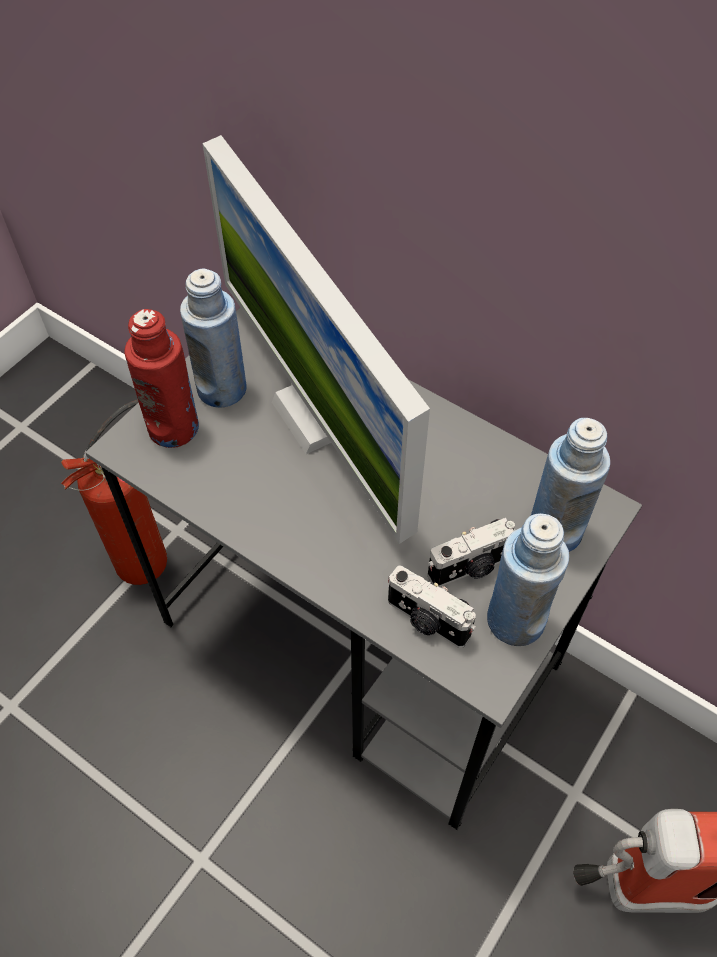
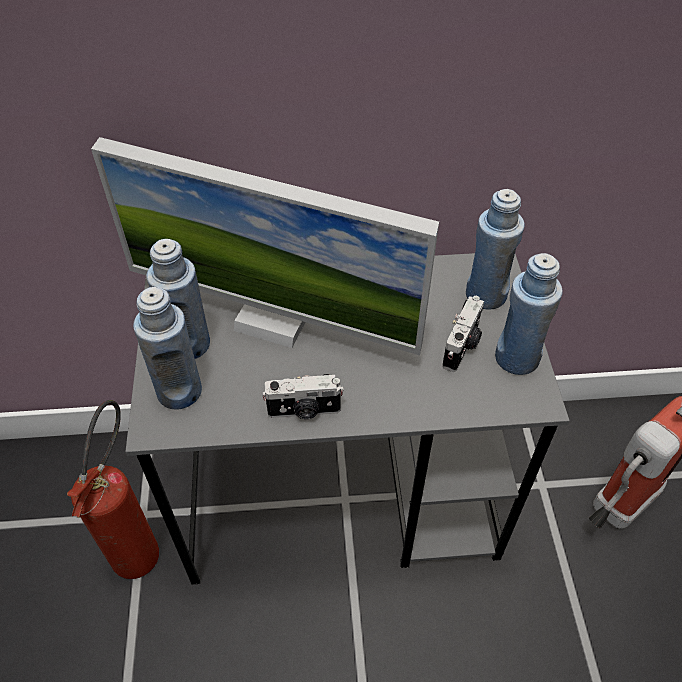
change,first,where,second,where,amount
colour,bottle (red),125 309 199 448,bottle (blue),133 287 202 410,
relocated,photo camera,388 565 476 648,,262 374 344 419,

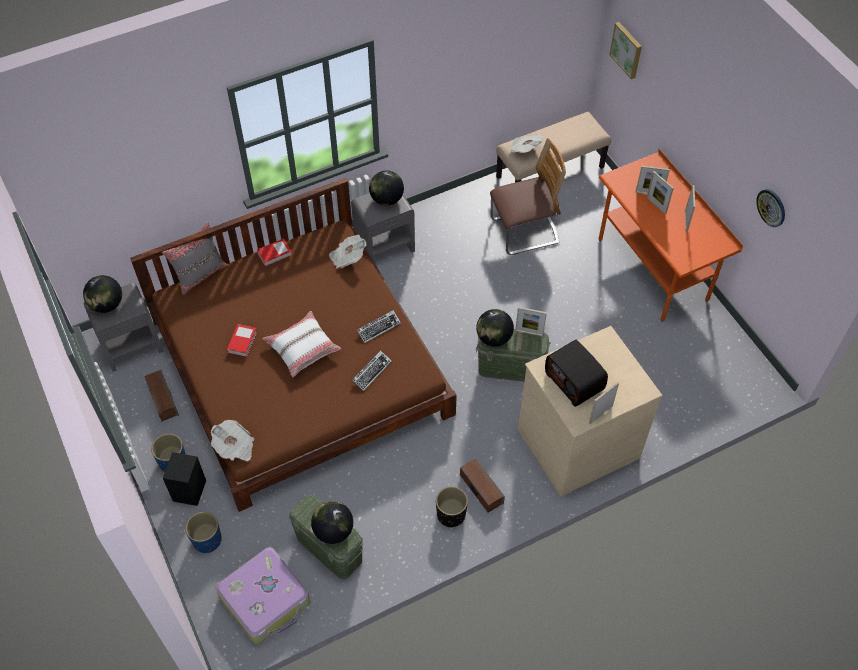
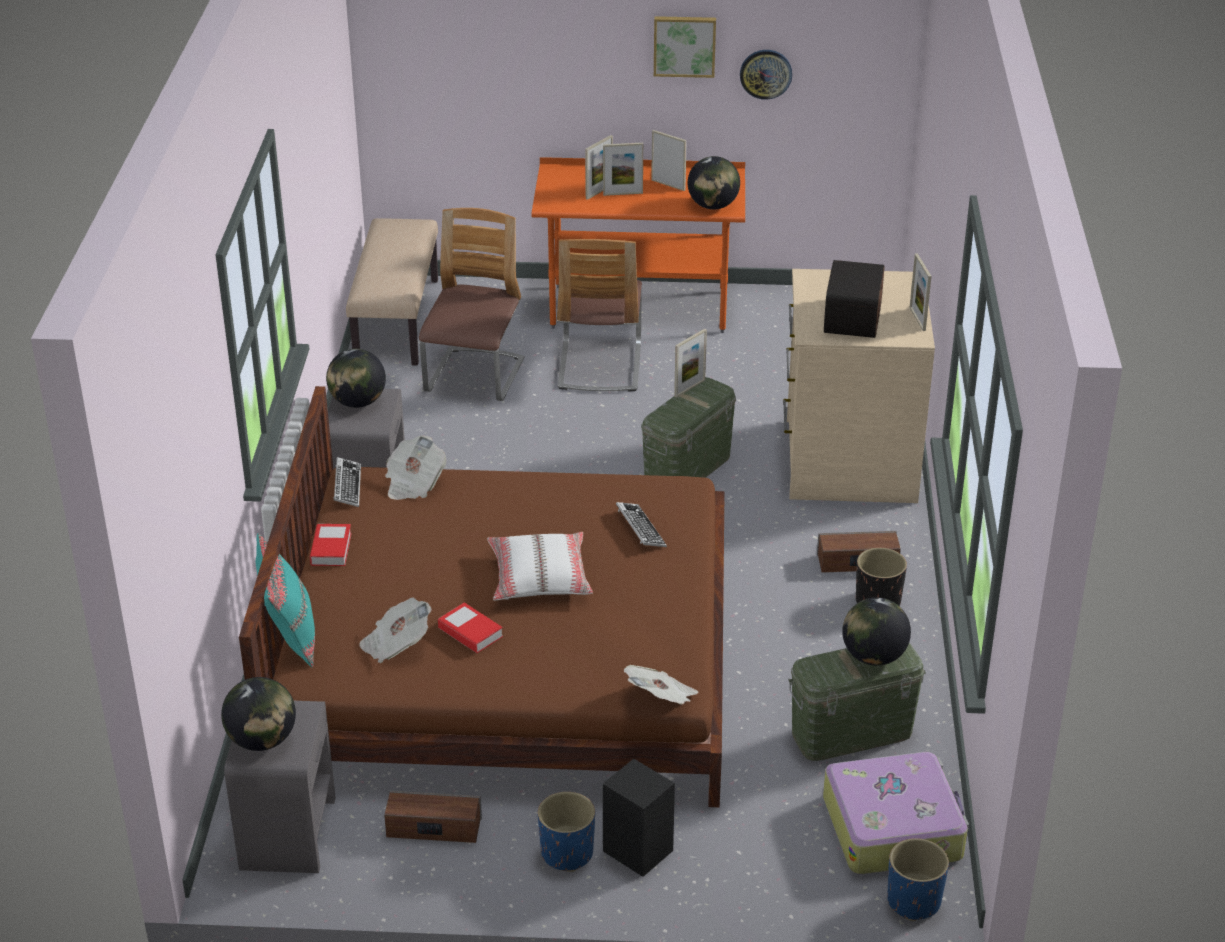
change,first,where,second,where,amount
relocated,picture,609 22 642 79,,654 16 716 78,
relocated,newspaper,508 134 544 153,,359 598 432 663,
colour,pillow (grey),162 222 227 295,pillow (turquoise),256 533 315 667,
relocated,globe,476 309 514 347,,688 156 740 209,
relocated,keyboard,357 310 401 343,,333 457 361 507,
spun,radio,545 339 608 407,,824 260 885 338,105 degrees clockwise
relocated,planter (blue),185 512 222 553,,887 838 949 921,
appeared,,,chair,557 239 642 392,

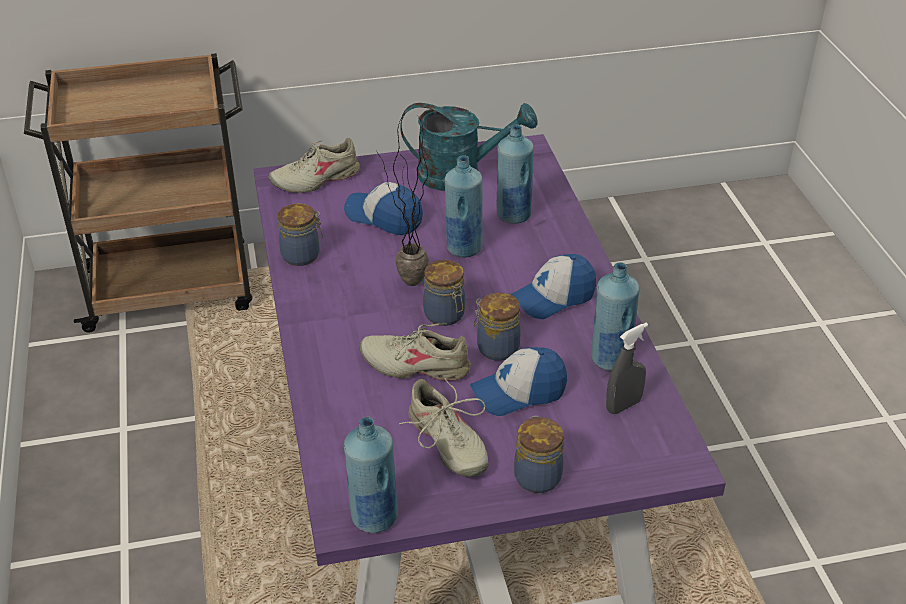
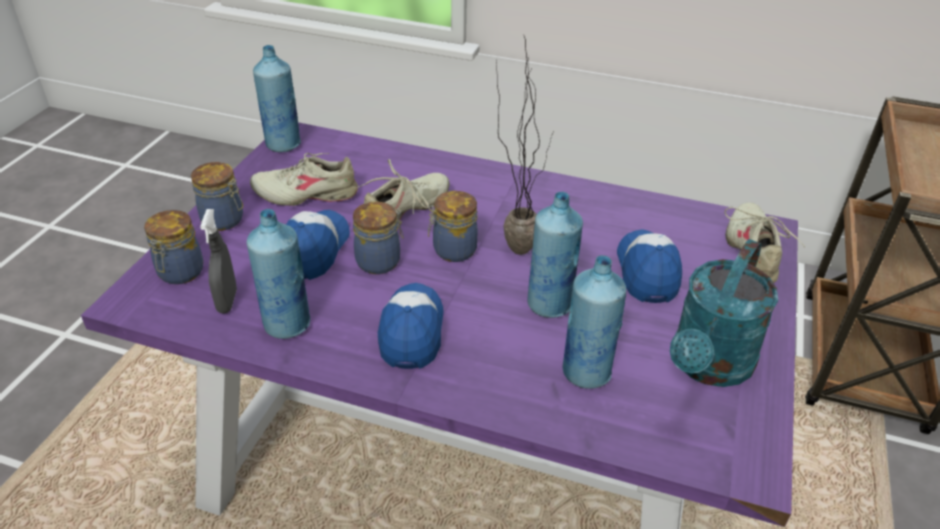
change,first,where,second,where,amount
spun,cap,344 182 423 235,,617 229 682 303,60 degrees counterclockwise
relocated,jar,278 203 323 266,,144 210 203 284,

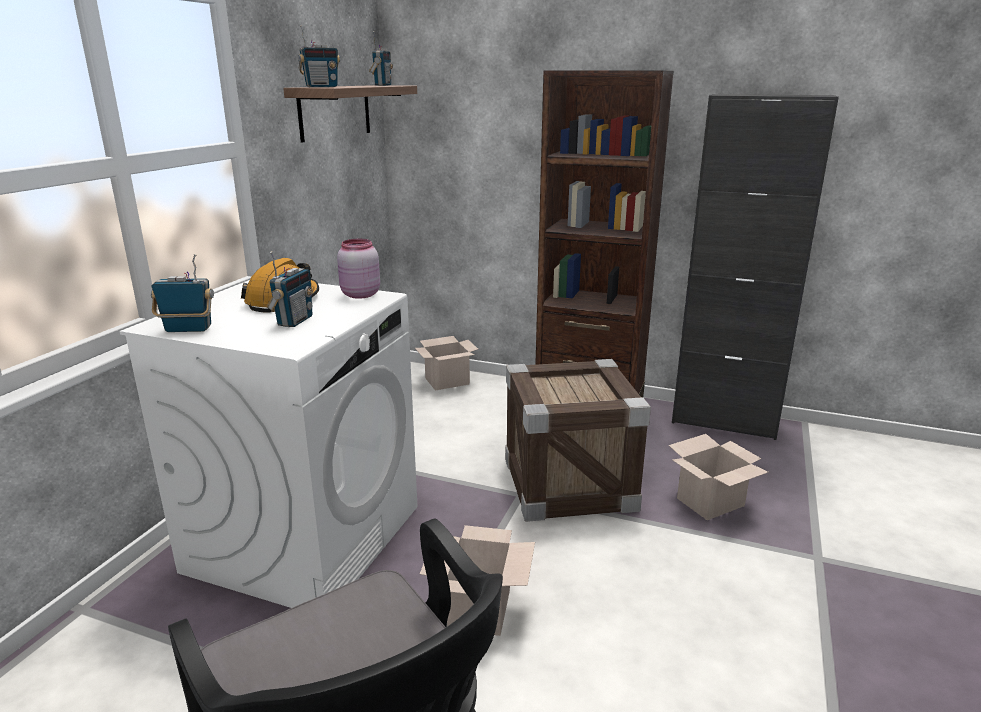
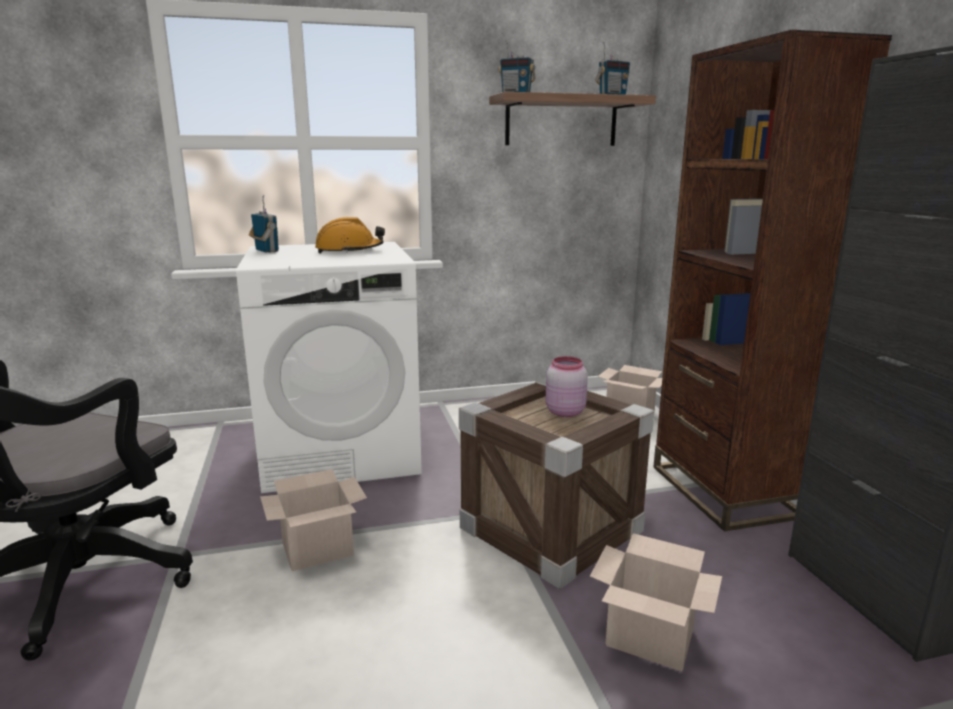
change,first,where,second,where,amount
relocated,jar (pink),337 239 380 299,,545 356 588 417,
missing,radio,267 251 313 327,,,

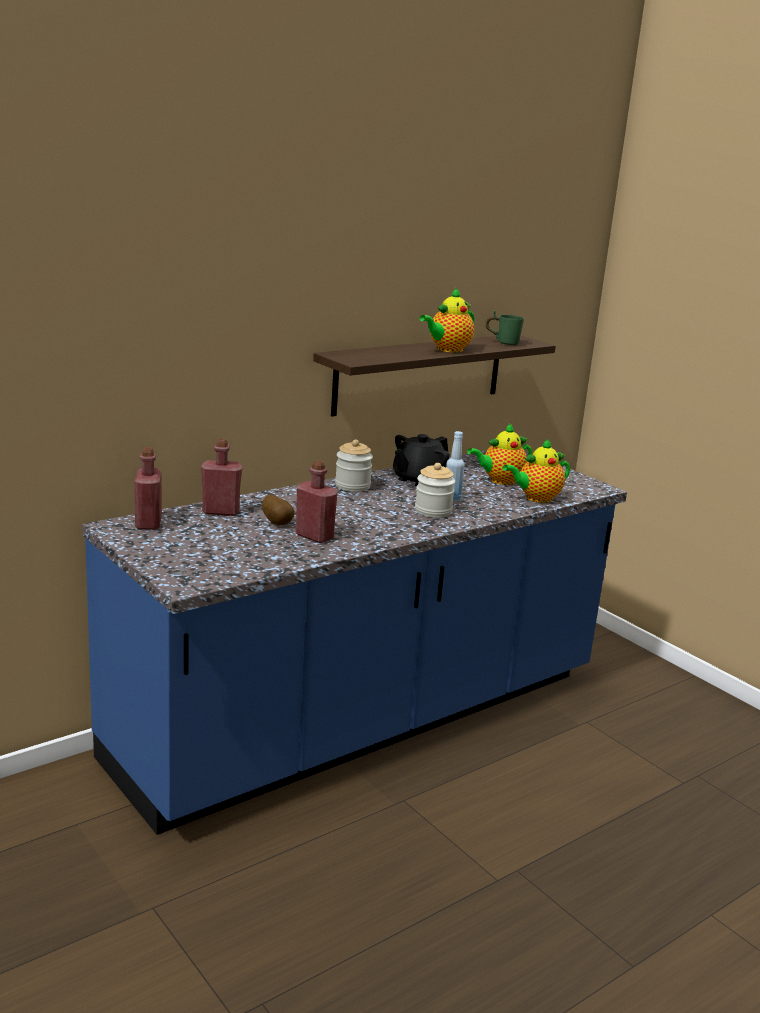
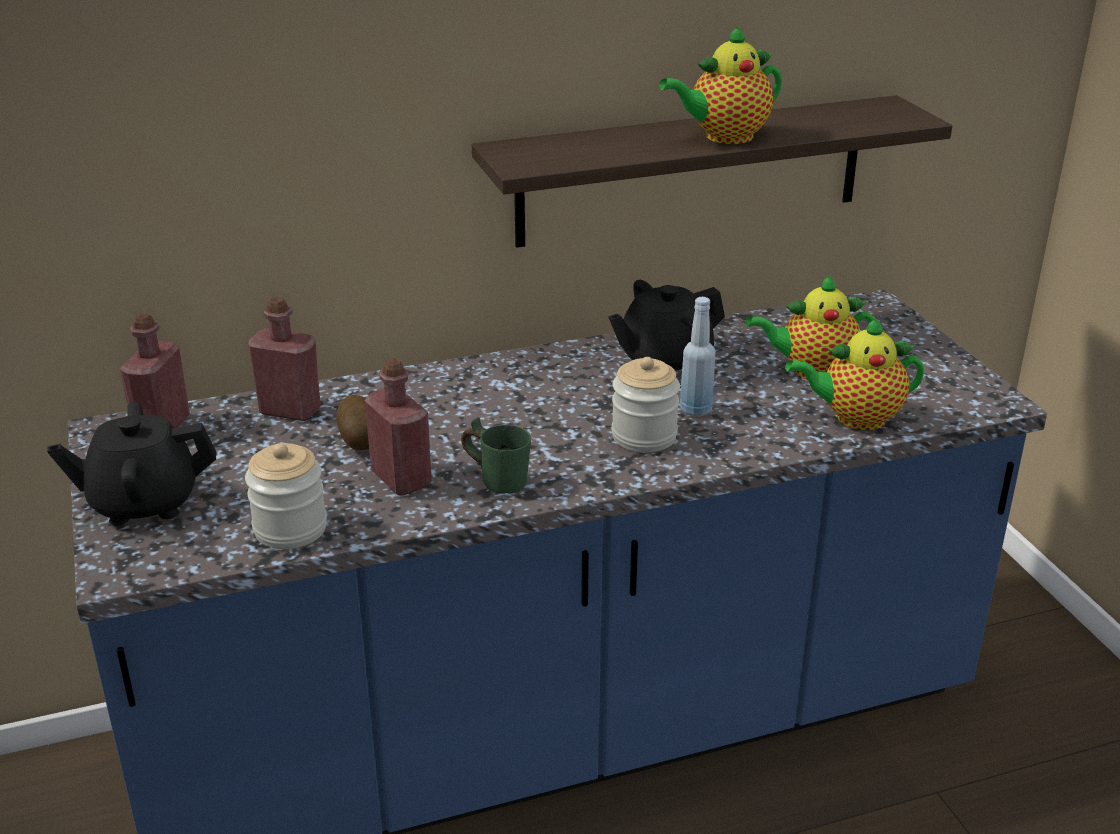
change,first,where,second,where,amount
relocated,mug (green),485 311 524 345,,461 417 531 494,
relocated,jar,335 439 373 492,,245 443 327 549,
appeared,,,teapot (black),47 402 216 526,

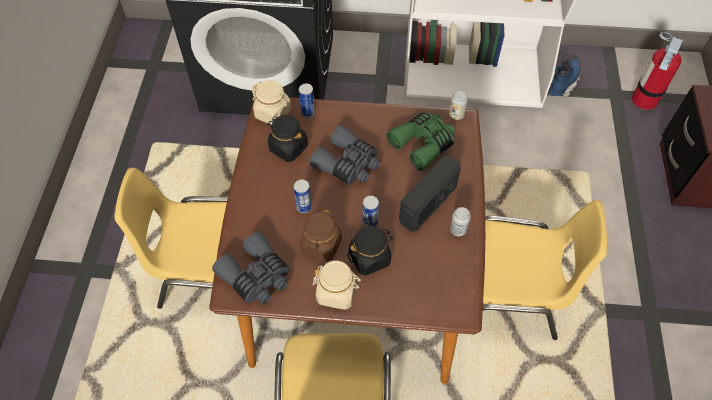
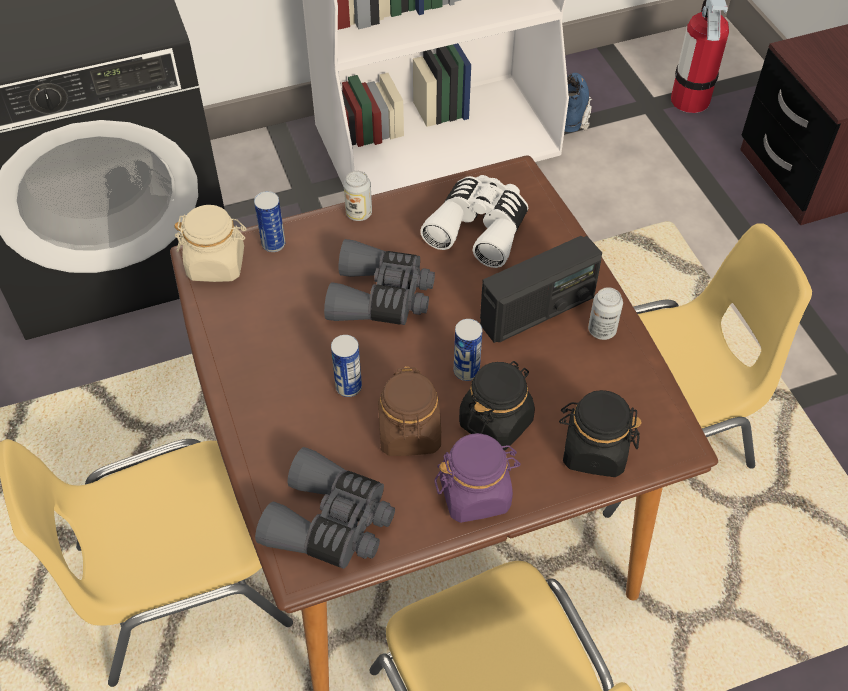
change,first,where,second,where,amount
relocated,can,449 91 468 120,,344 171 372 221,
colour,binoculars (green),386 112 455 171,binoculars (white),420 175 528 268,
relocated,jar (black),268 115 308 162,,559 390 642 477,
spun,radio,399 155 461 232,,480 236 602 343,45 degrees clockwise
colour,jar (beige),312 261 361 310,jar (purple),434 433 521 523,

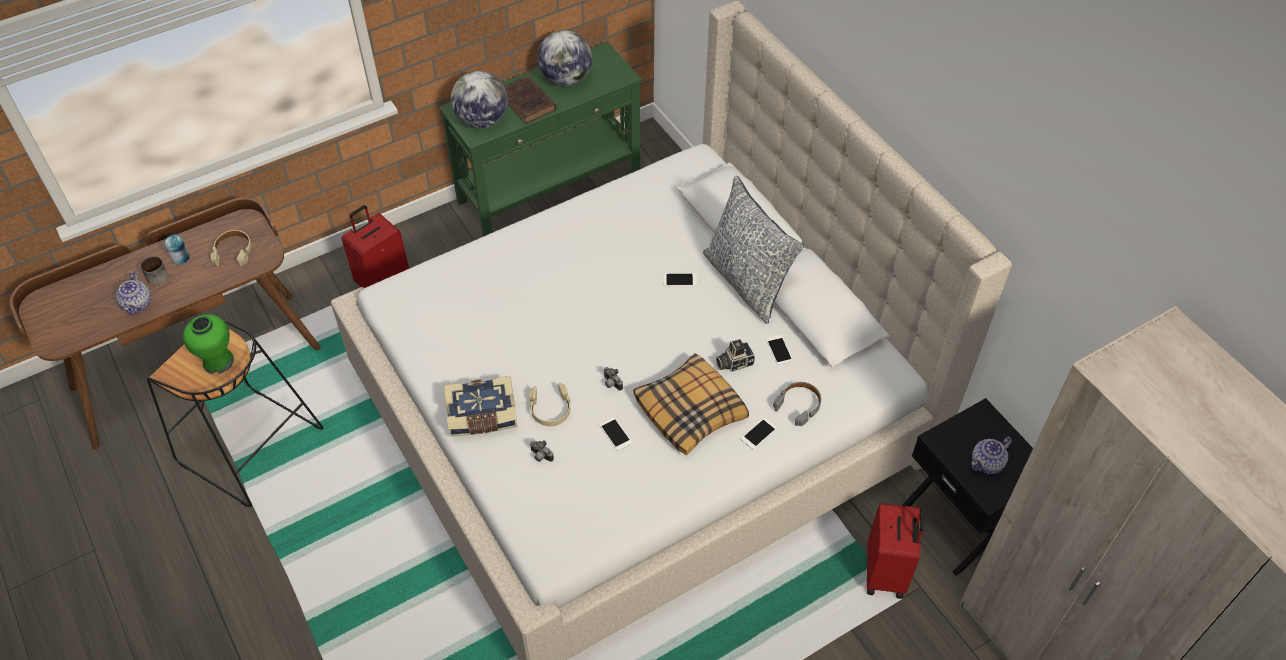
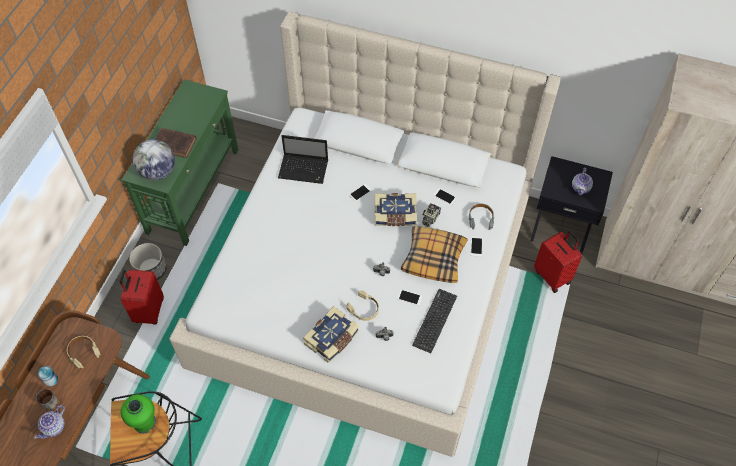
change,first,where,second,where,amount
missing,globe,537 30 592 86,,,
missing,pillow,703 176 804 324,,,
spun,teapot,116 272 151 315,,34 405 65 439,75 degrees clockwise
appeared,,,laptop,278 135 328 184,
appeared,,,book,375 193 417 226,
appeared,,,planter,129 243 167 280,
appeared,,,keyboard,412 289 457 353,

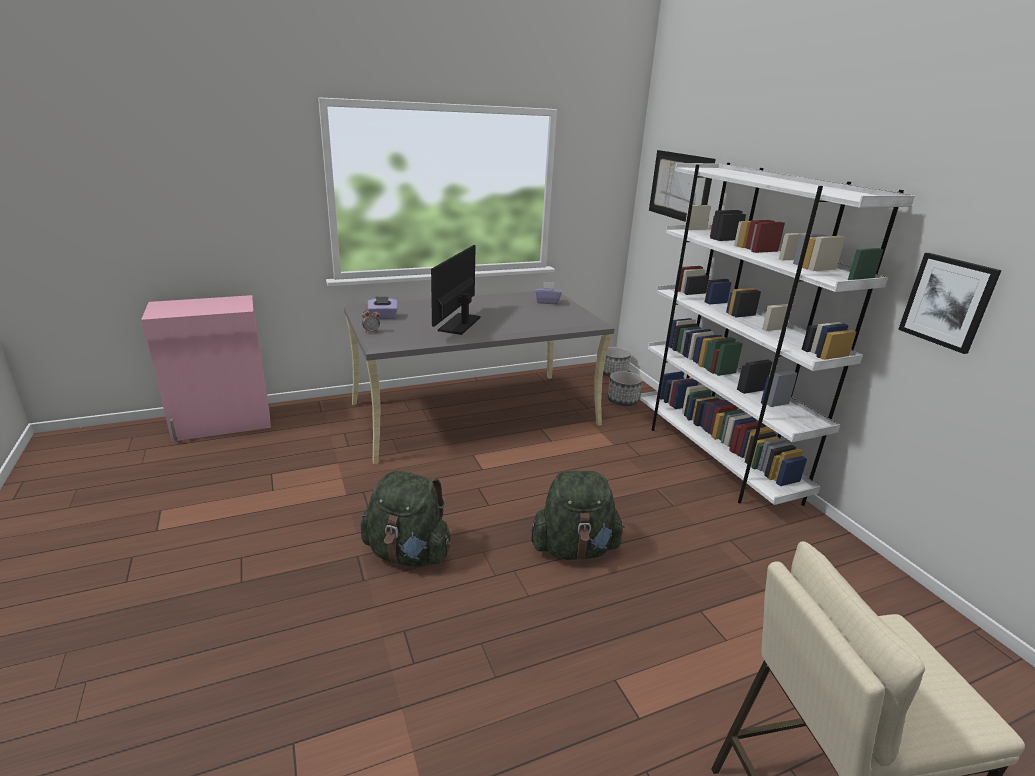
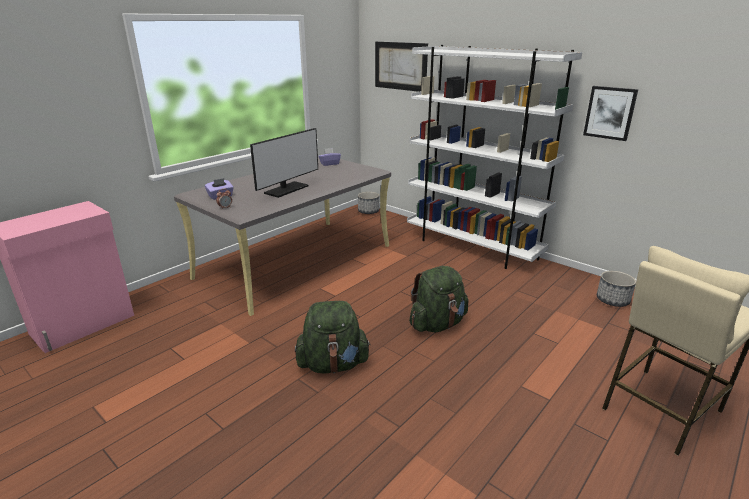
change,first,where,second,where,amount
spun,monitor,431 245 480 335,,250 128 318 198,135 degrees counterclockwise
relocated,planter,607 371 642 406,,597 271 636 307,

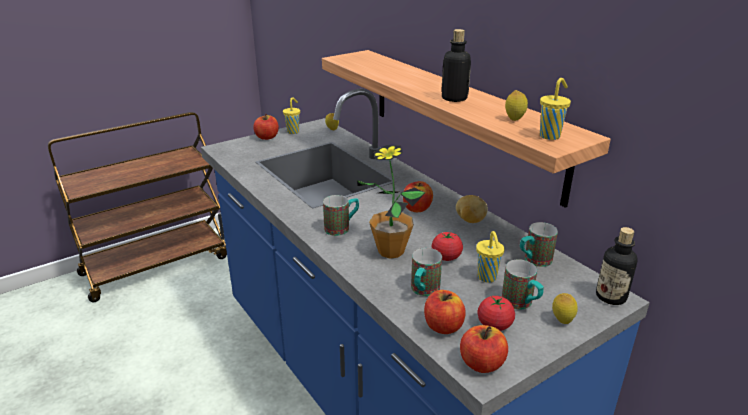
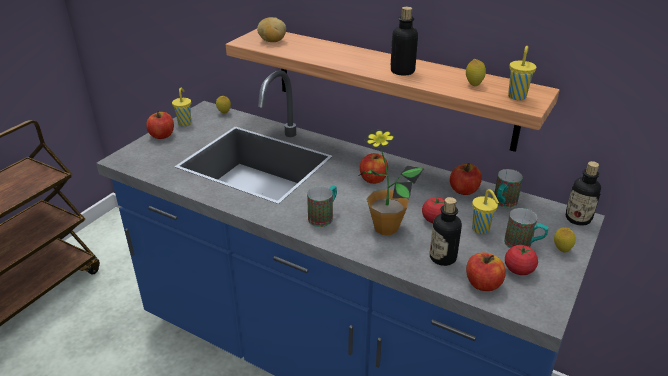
change,first,where,second,where,amount
relocated,potato,456 195 488 223,,257 17 286 42,
exchanged,mug,411 248 442 296,bottle,430 197 462 266,
relocated,apple,460 325 508 373,,450 163 482 195,

